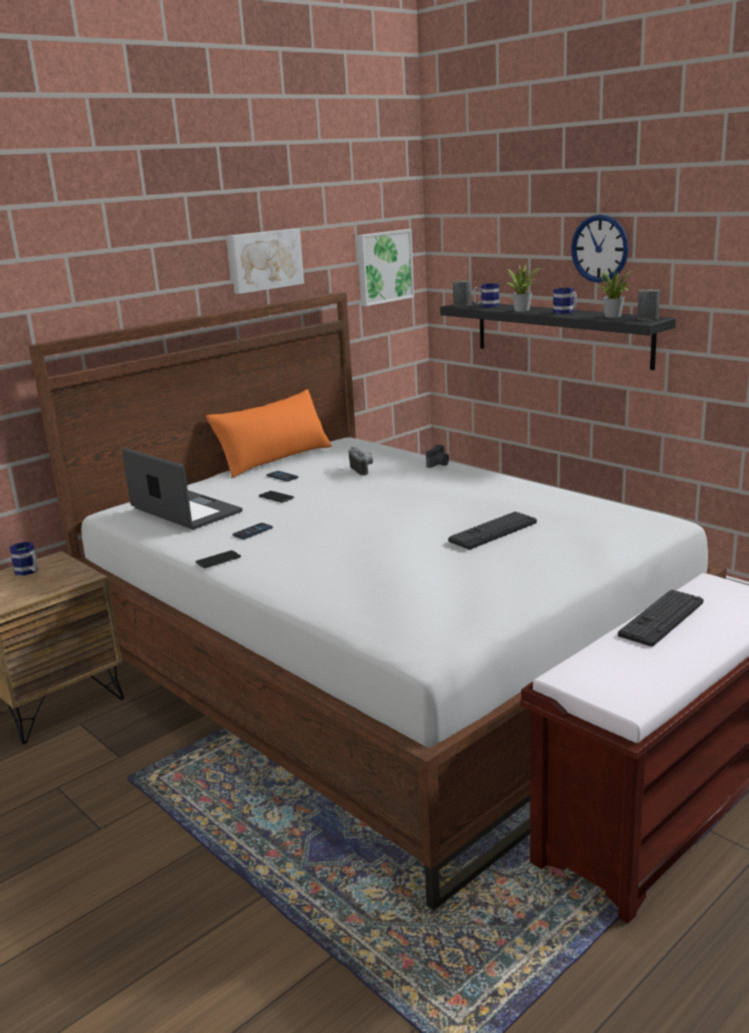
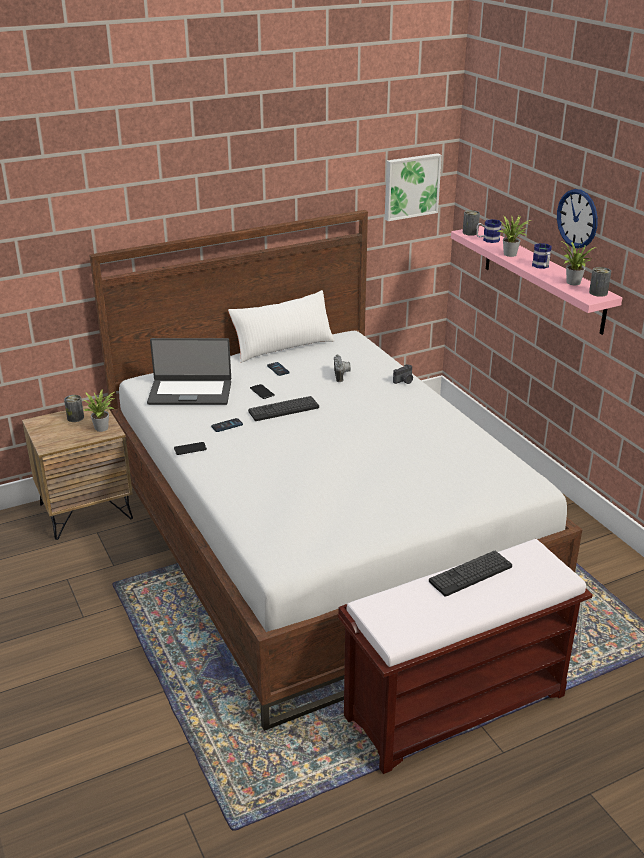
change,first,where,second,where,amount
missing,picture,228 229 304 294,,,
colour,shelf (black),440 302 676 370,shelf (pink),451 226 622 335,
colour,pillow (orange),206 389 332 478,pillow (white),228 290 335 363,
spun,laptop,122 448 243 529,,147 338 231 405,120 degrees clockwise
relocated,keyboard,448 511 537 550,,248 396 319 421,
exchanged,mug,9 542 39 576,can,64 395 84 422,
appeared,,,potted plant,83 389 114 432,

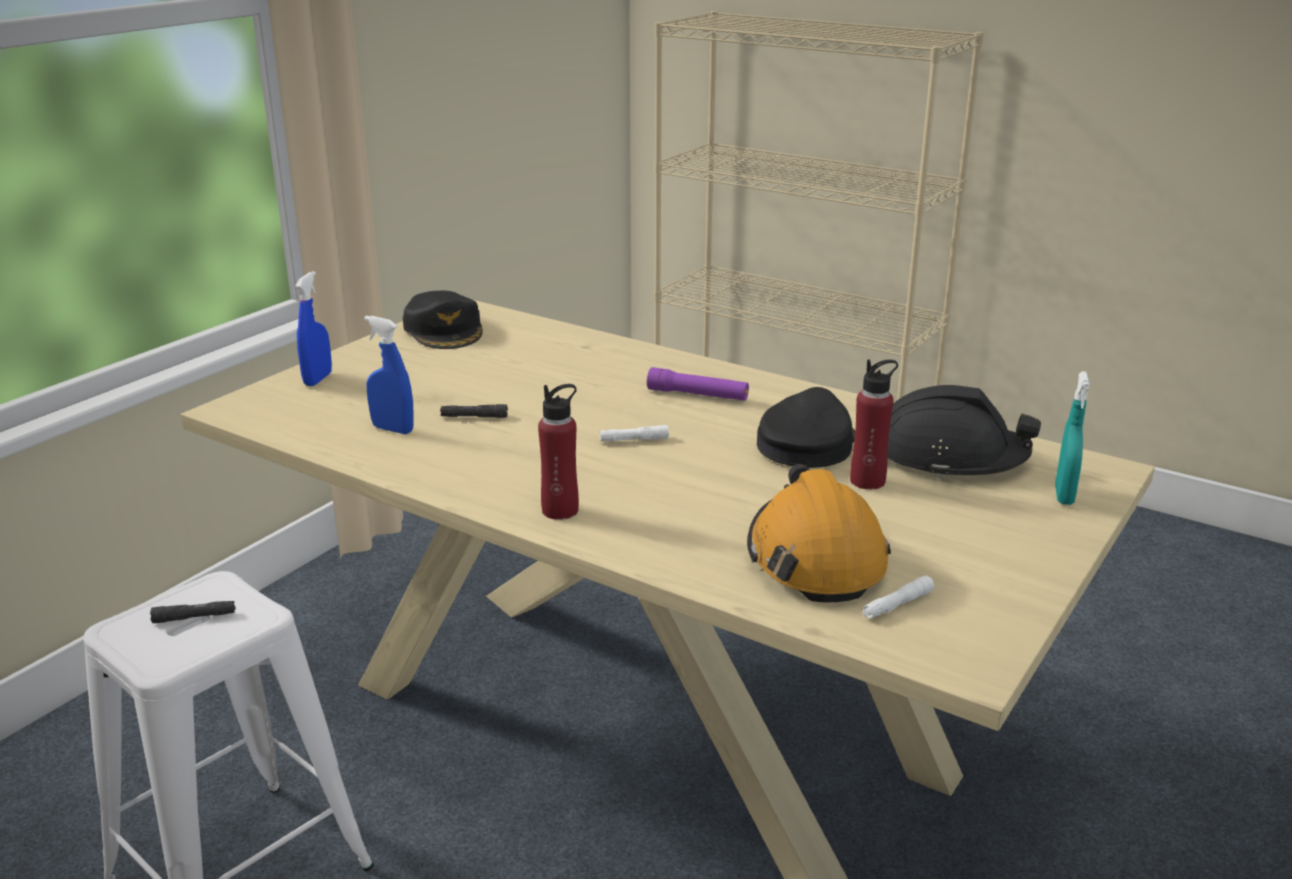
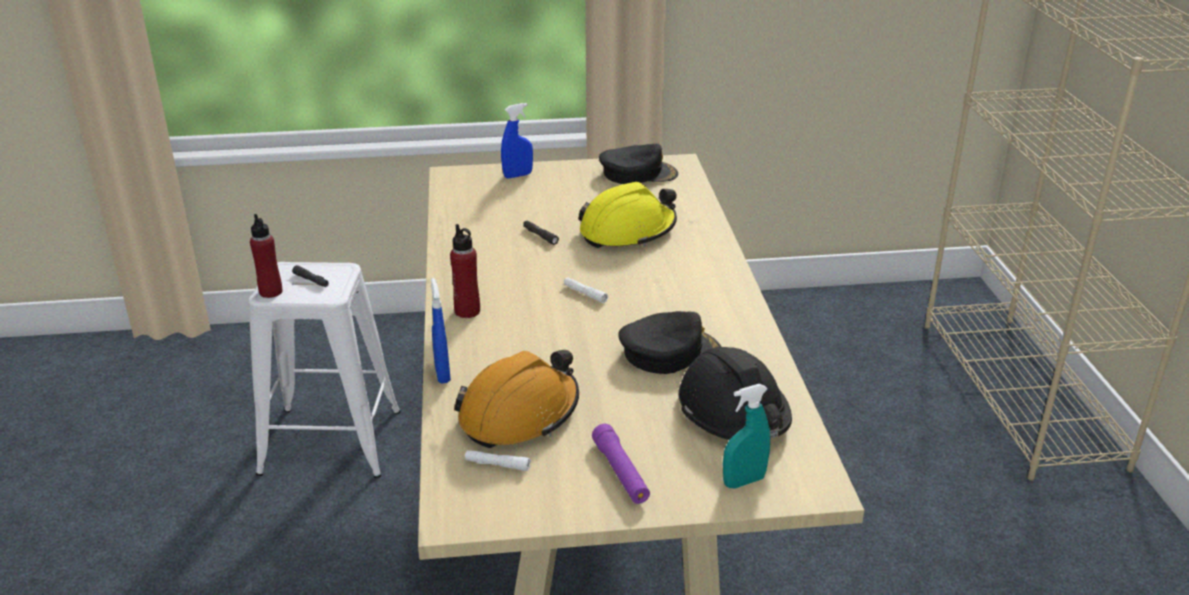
change,first,where,second,where,amount
spun,cap (black),403 291 483 349,,599 144 678 184,120 degrees counterclockwise
relocated,spray bottle (blue),364 316 414 434,,431 278 451 383,
relocated,bottle (red),850 360 898 490,,250 214 283 298,
relocated,flashlight (purple),647 367 749 401,,592 424 650 504,
appeared,,,hard hat (yellow),578 182 677 248,

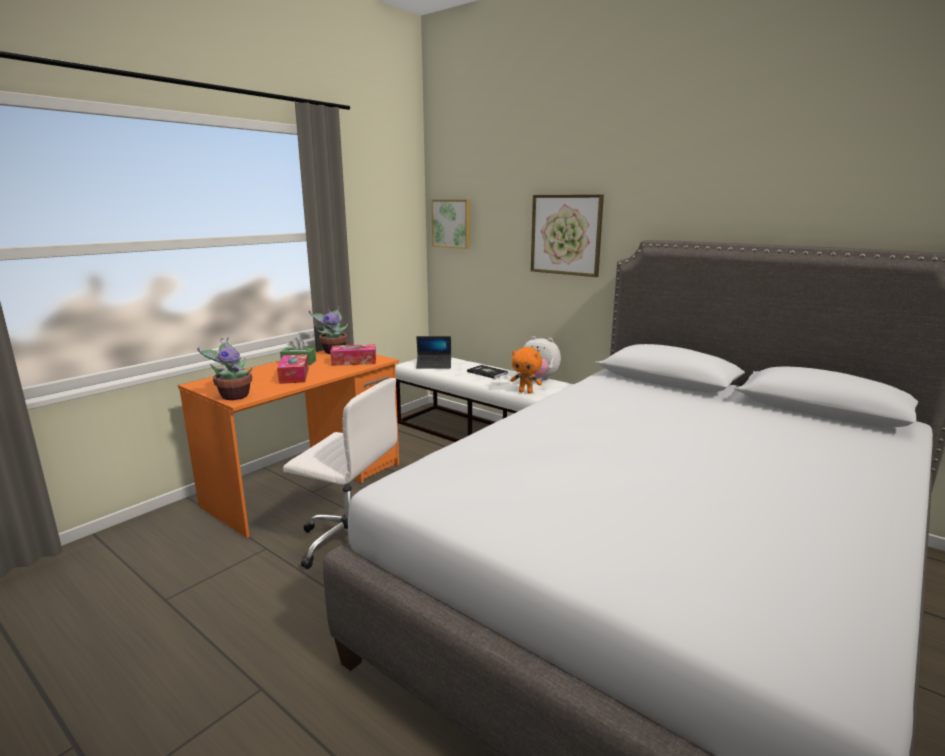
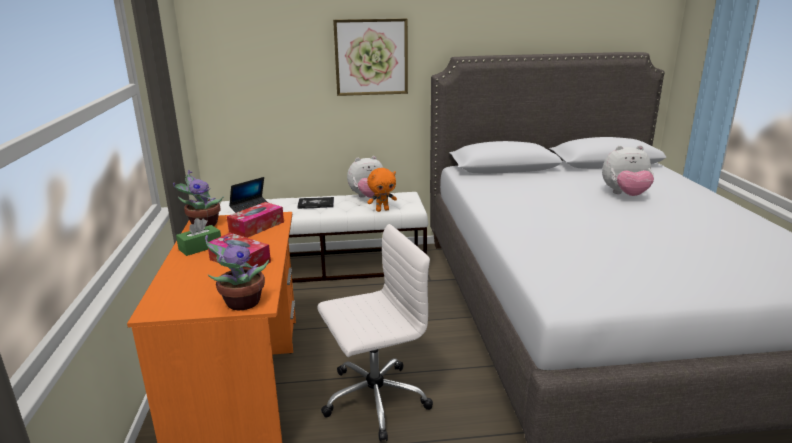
change,first,where,second,where,amount
missing,picture,431 200 471 249,,,
appeared,,,plush toy,602 145 654 196,

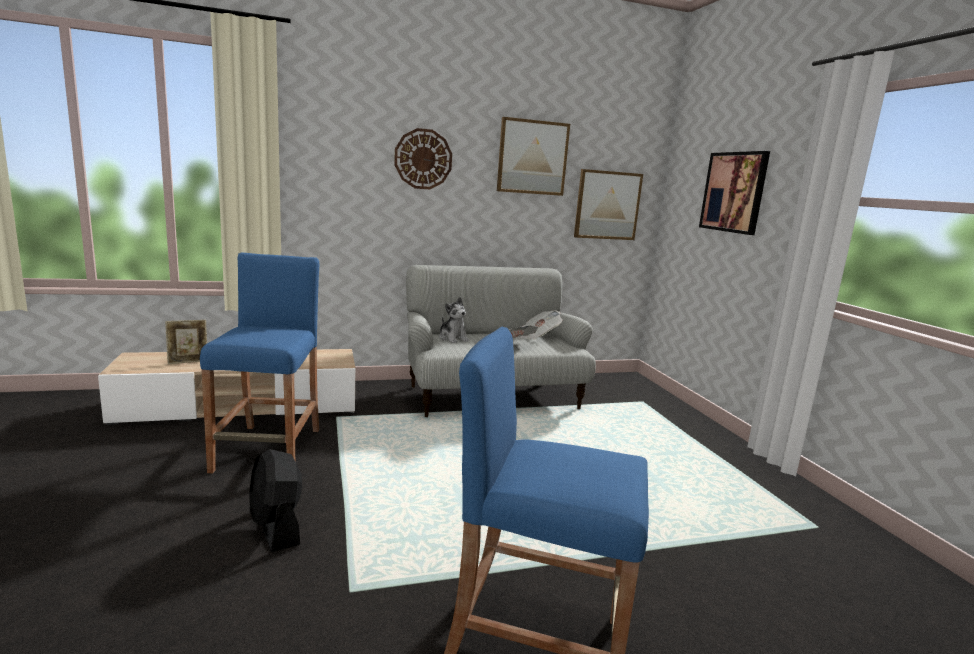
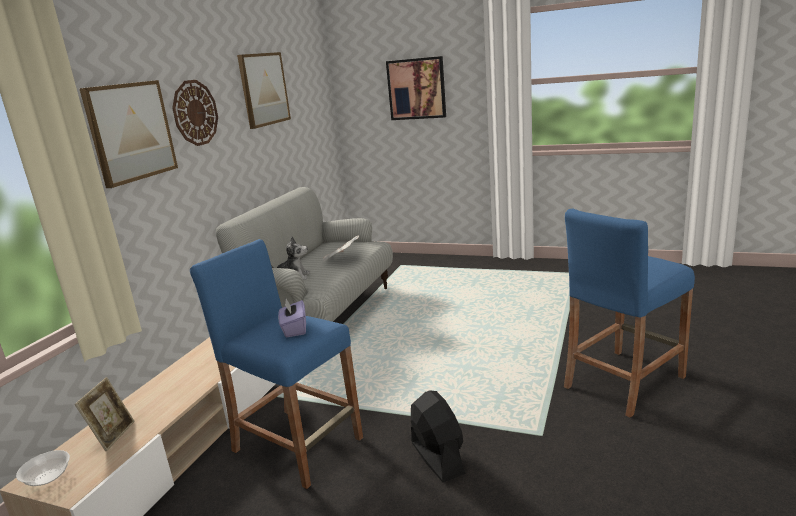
change,first,where,second,where,amount
relocated,picture,574 169 643 240,,79 80 178 188,
missing,newspaper,519 310 562 340,,,
spun,fan (black),249 449 302 552,,411 390 465 483,120 degrees counterclockwise
appeared,,,tissue box (purple),278 299 306 337,
appeared,,,bowl,16 450 70 486,

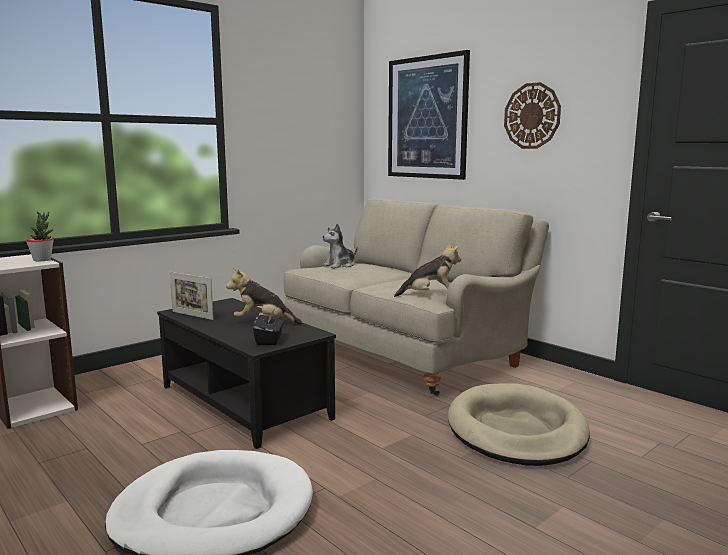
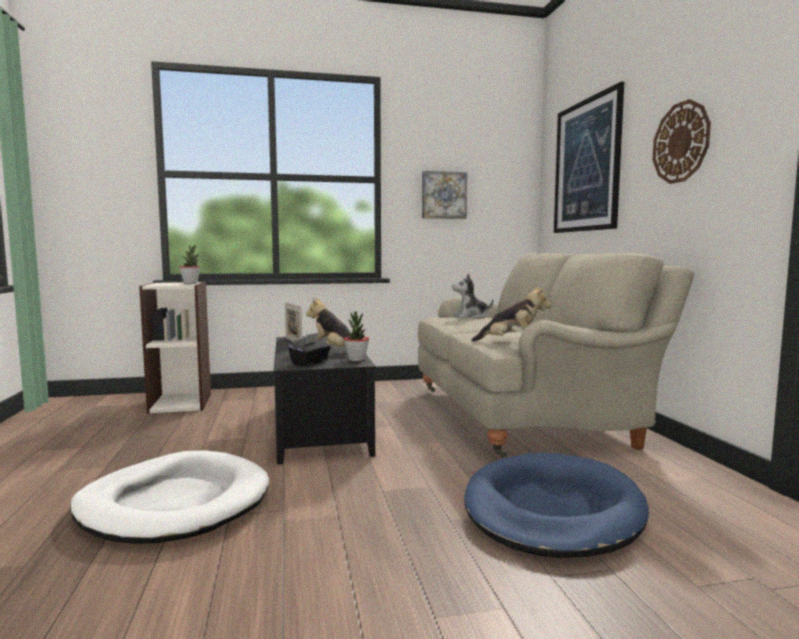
change,first,where,second,where,amount
colour,dog bed (beige),448 383 590 466,dog bed (blue),464 453 649 558,
appeared,,,picture,422 171 467 219,
appeared,,,potted plant,344 311 369 361,

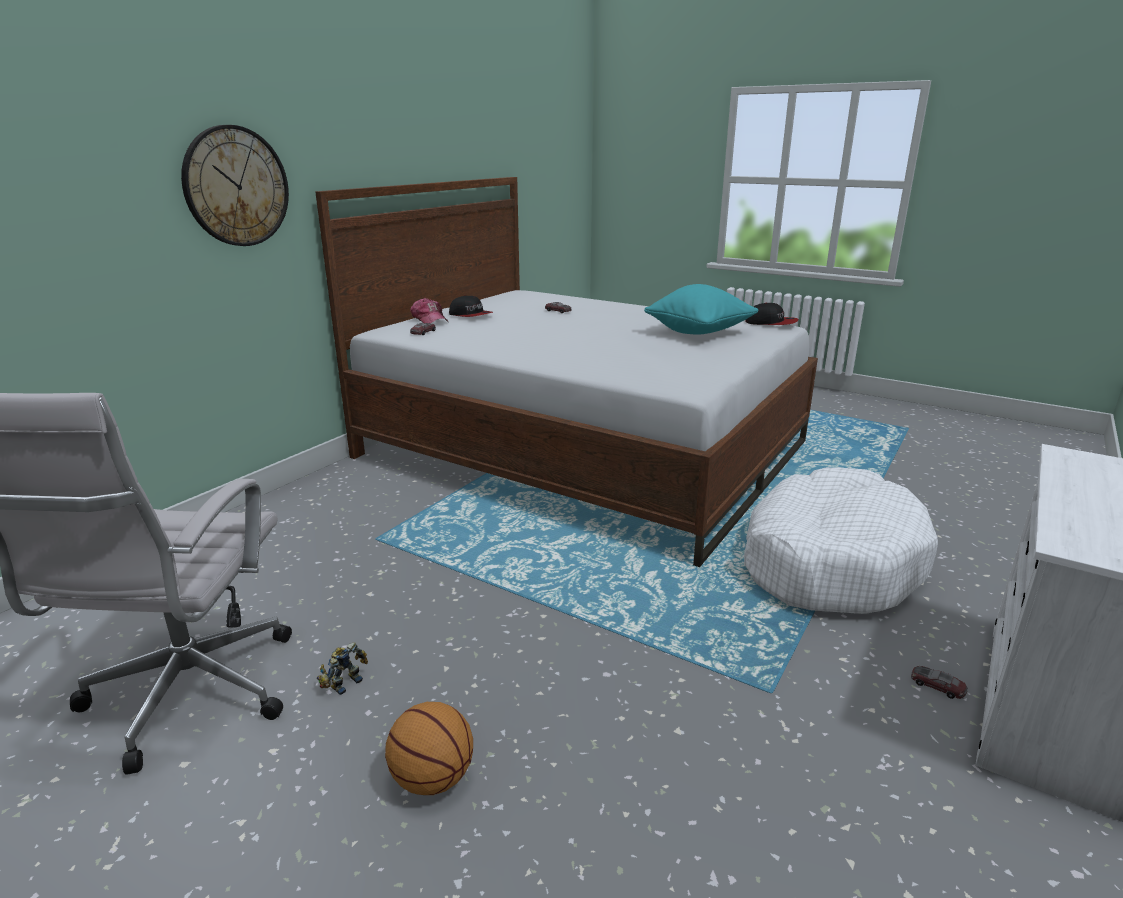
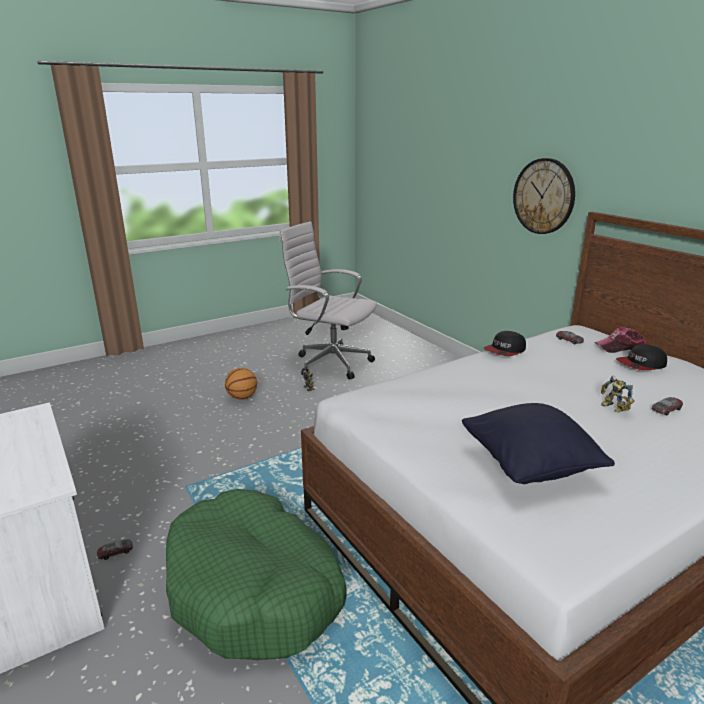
change,first,where,second,where,amount
colour,pillow (turquoise),644 284 758 334,pillow (black),462 403 615 484,
relocated,cap,745 303 798 325,,483 331 526 356,
colour,dog bed (white),744 467 938 614,dog bed (green),166 489 347 660,
appeared,,,toy robot,601 376 634 413,

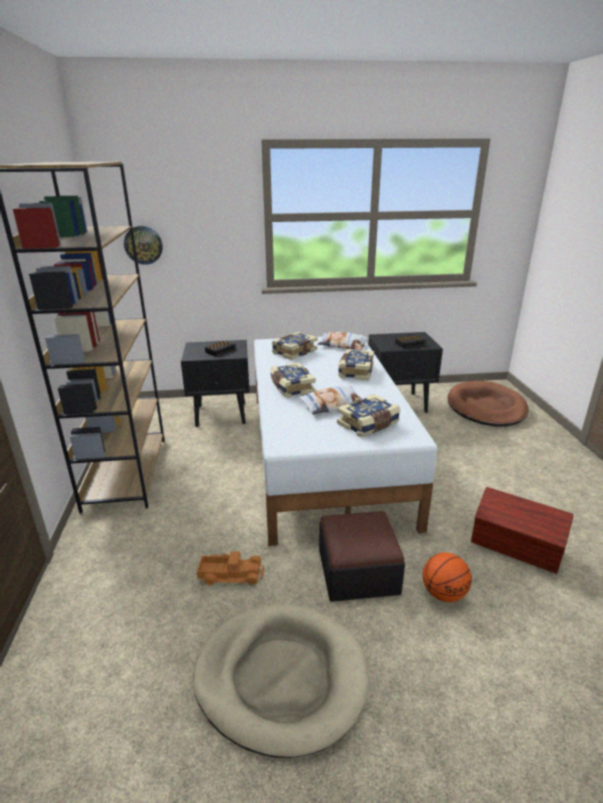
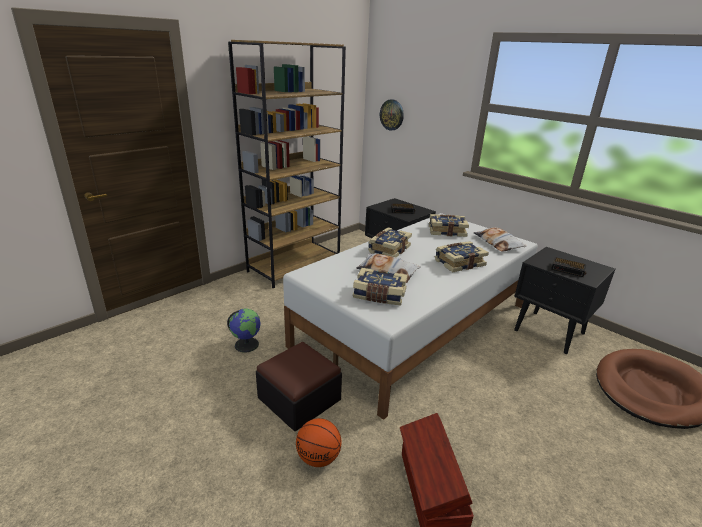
change,first,where,second,where,amount
exchanged,toy truck,197 551 264 585,globe,227 309 260 352,
missing,dog bed (beige),193 604 368 758,,,

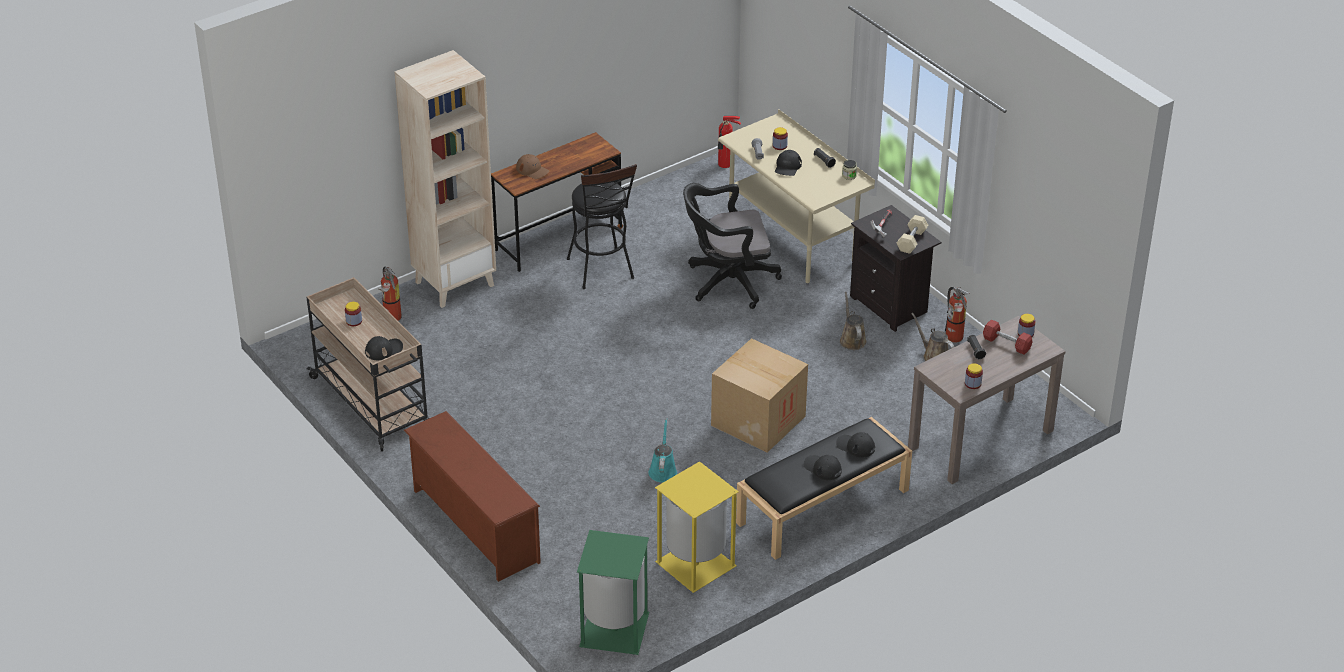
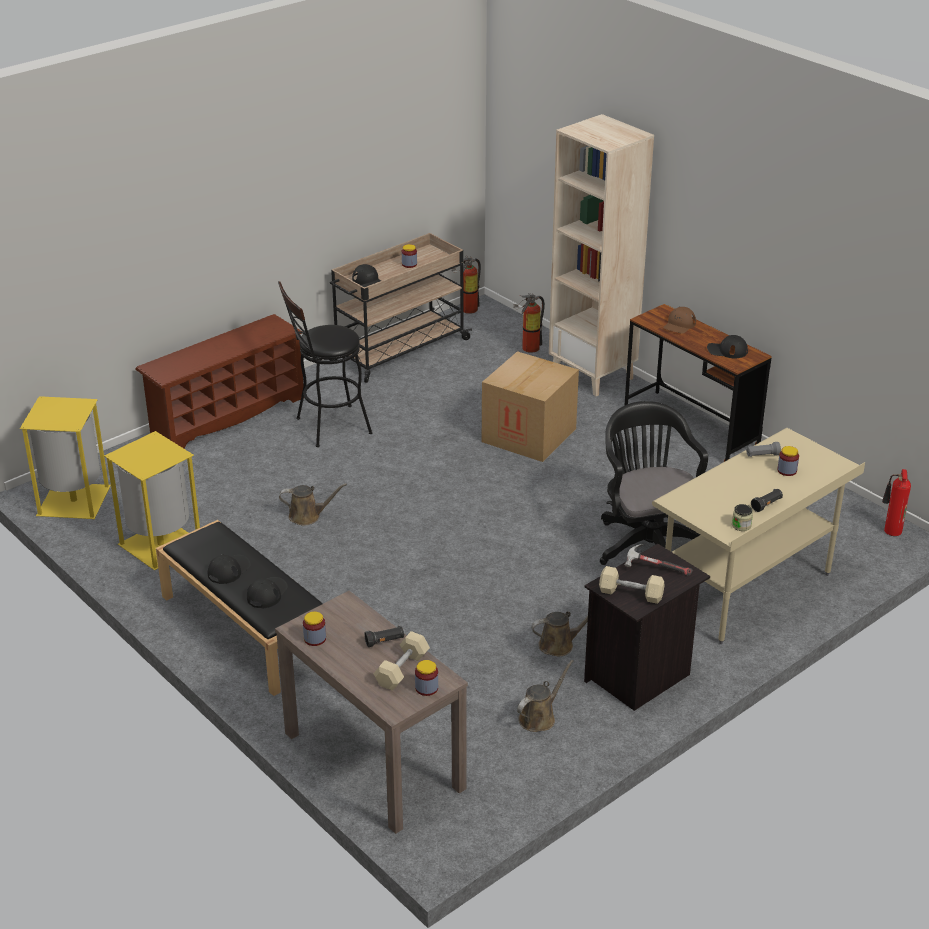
change,first,where,second,where,amount
relocated,cap (black),775 150 802 176,,707 335 748 358,
relocated,stool (black),567 164 637 289,,278 281 372 447,
relocated,fire extinguisher,945 287 970 342,,451 256 481 314,
colour,dumbbell (red),983 319 1033 355,dumbbell (beige),373 631 430 691,
relocated,cardboard box,711 338 808 453,,482 351 579 462,
colour,watering can (turquoise),649 418 677 482,watering can (brown),279 483 347 526,
colour,trash can (green),577 530 649 655,trash can (yellow),20 396 111 519,

